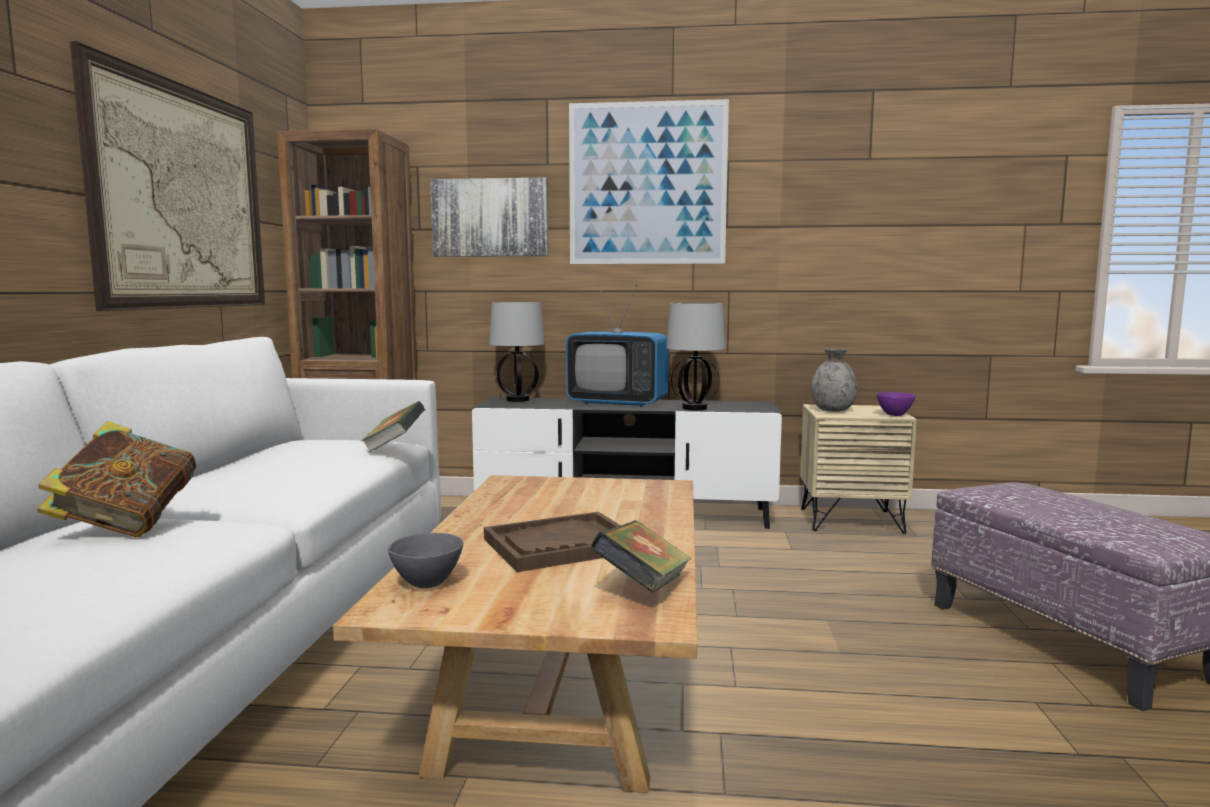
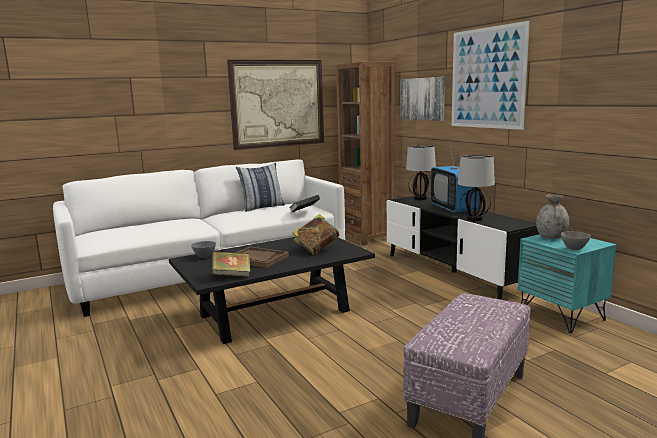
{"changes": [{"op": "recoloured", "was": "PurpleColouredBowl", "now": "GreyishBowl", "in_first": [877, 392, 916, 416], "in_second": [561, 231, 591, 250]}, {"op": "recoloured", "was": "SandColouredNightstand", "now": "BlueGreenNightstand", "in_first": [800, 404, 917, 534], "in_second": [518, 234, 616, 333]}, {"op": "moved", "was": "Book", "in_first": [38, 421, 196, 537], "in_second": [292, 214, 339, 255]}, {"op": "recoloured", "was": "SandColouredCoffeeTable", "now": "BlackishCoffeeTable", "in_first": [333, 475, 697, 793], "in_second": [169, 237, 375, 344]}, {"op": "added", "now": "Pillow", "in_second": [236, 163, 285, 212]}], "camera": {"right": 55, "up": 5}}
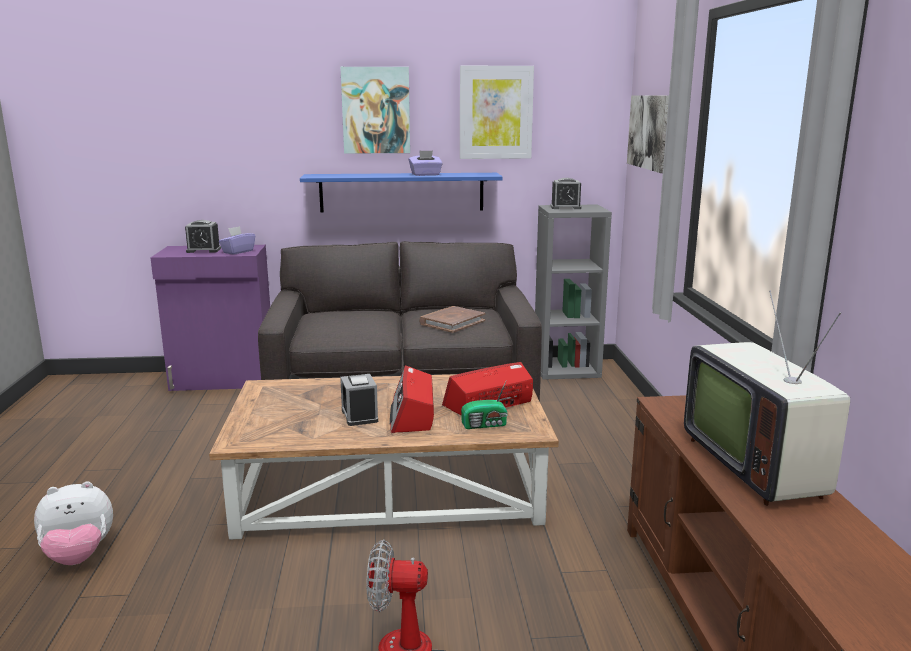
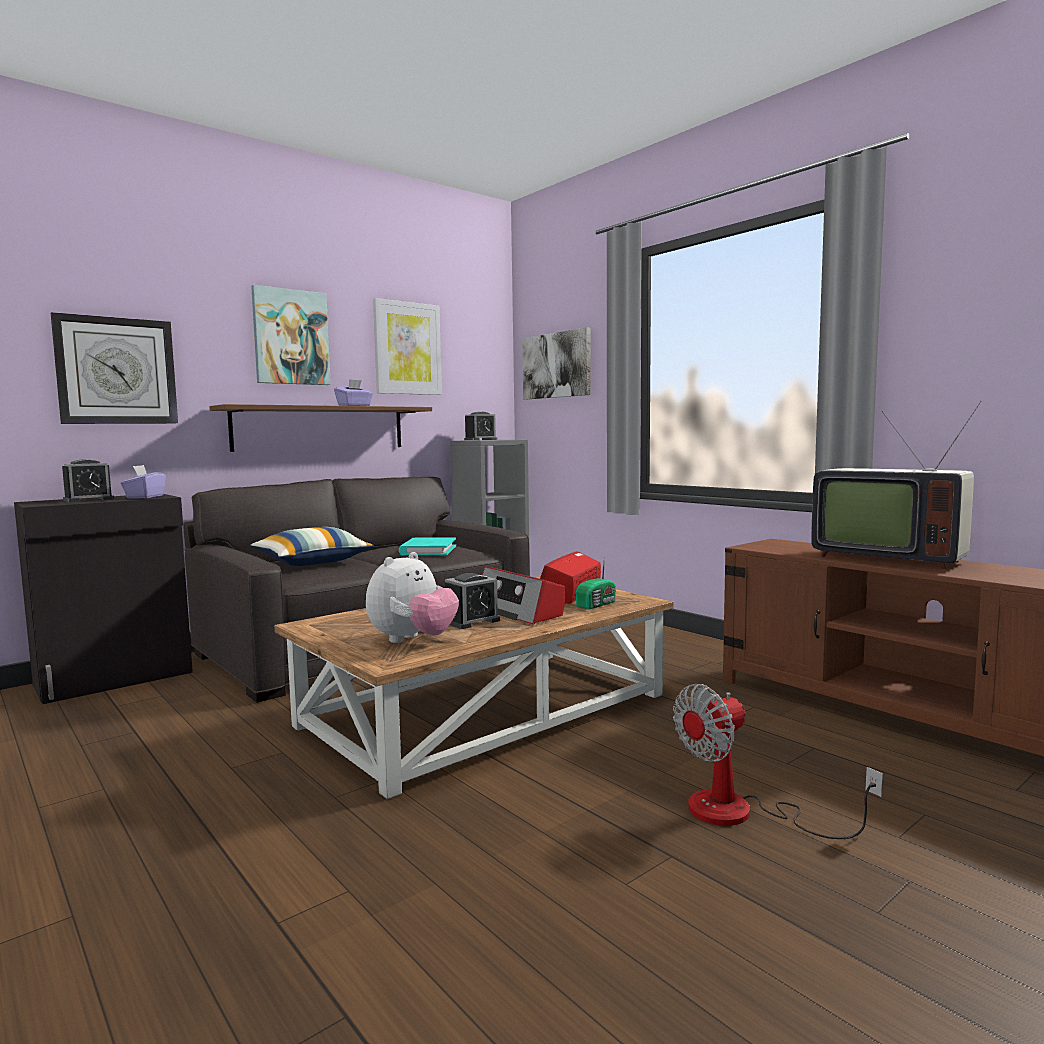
{"changes": [{"op": "recoloured", "was": "BlueBracketShelf", "now": "BrownBracketShelf", "in_first": [300, 173, 503, 213], "in_second": [209, 404, 432, 452]}, {"op": "recoloured", "was": "PurpleColouredStorageCabinet", "now": "BlackishStorageCabinet", "in_first": [151, 245, 270, 391], "in_second": [14, 494, 193, 704]}, {"op": "recoloured", "was": "BrownBook", "now": "BlueGreenBook", "in_first": [419, 306, 485, 333], "in_second": [399, 537, 456, 555]}, {"op": "turned", "was": "AlarmClock", "in_first": [340, 374, 378, 426], "in_second": [445, 573, 500, 629], "clockwise": -75}, {"op": "moved", "was": "SoftToy", "in_first": [34, 481, 113, 565], "in_second": [366, 552, 459, 643]}, {"op": "added", "now": "ClockOnTheWall", "in_second": [51, 312, 178, 424]}, {"op": "added", "now": "Pillow", "in_second": [250, 527, 374, 566]}], "camera": {"right": -35, "up": -10}}
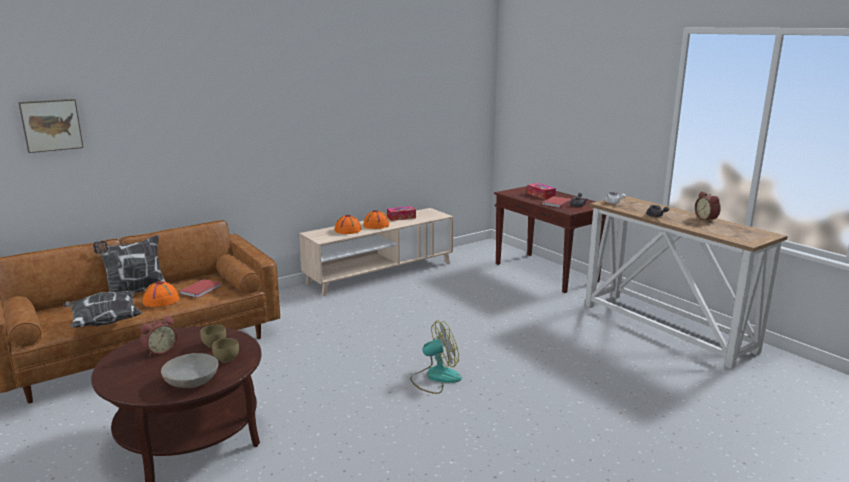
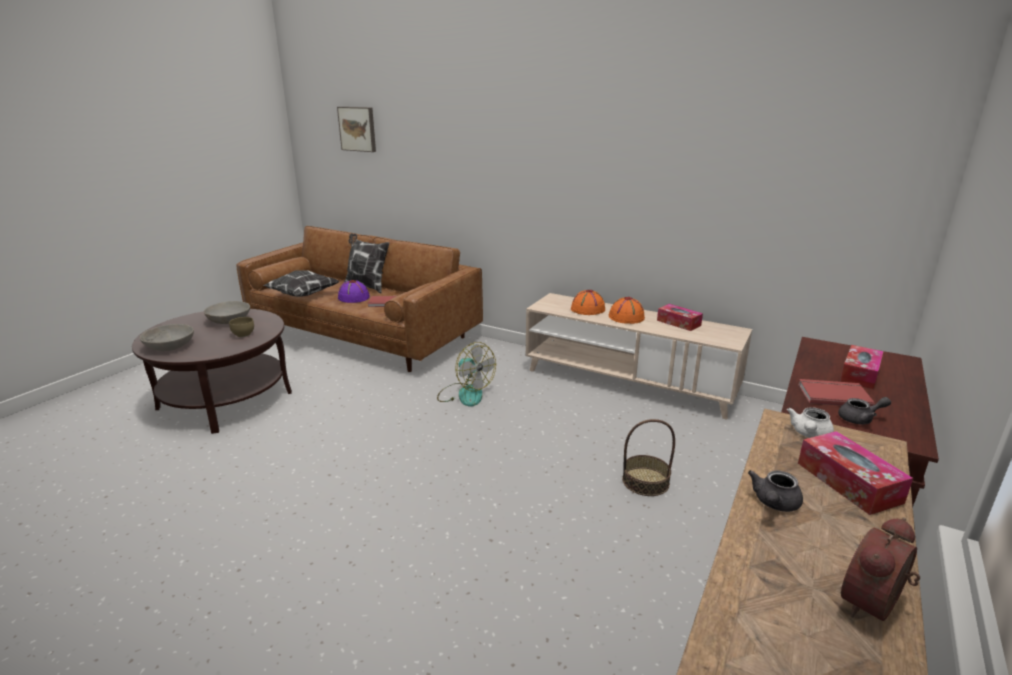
{"changes": [{"op": "recoloured", "was": "OrangeyClothingHat", "now": "PurpleColouredClothingHat", "in_first": [143, 281, 179, 307], "in_second": [338, 280, 370, 303]}, {"op": "replaced", "was": "AlarmClock", "now": "GreyishBowl", "in_first": [140, 316, 177, 356], "in_second": [204, 301, 250, 324]}, {"op": "moved", "was": "ElectricFan", "in_first": [410, 320, 462, 394], "in_second": [437, 342, 496, 407]}, {"op": "removed", "was": "BrownBowl", "in_first": [212, 338, 239, 362]}, {"op": "added", "now": "Basket", "in_second": [622, 419, 675, 496]}, {"op": "added", "now": "BoxOfTissues", "in_second": [798, 431, 913, 515]}], "camera": {"right": 65, "up": 5}}
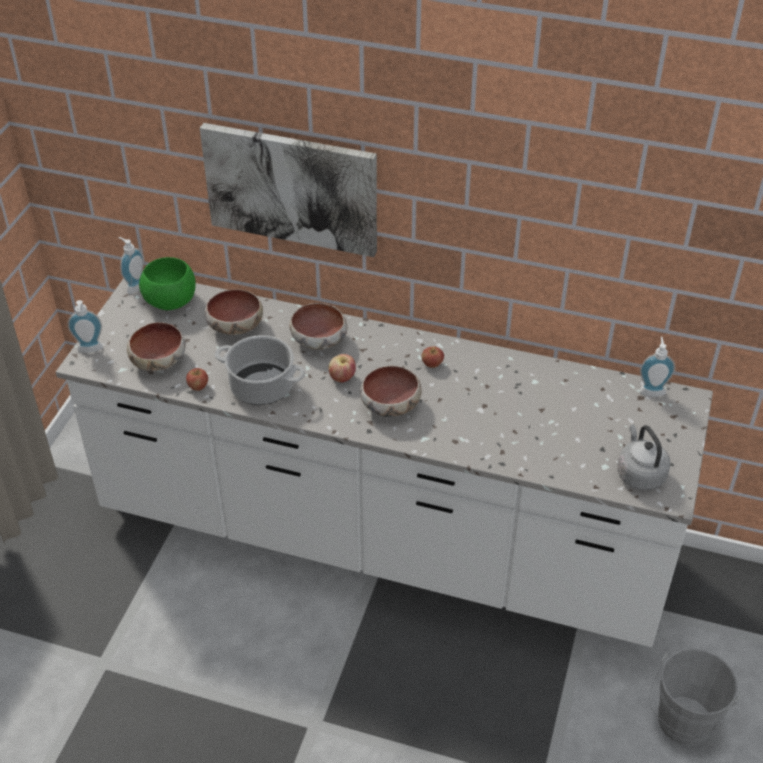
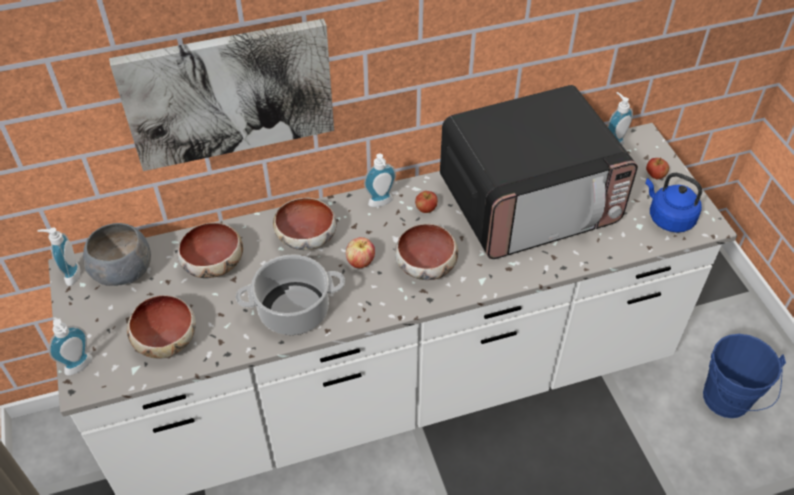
{"changes": [{"op": "recoloured", "was": "GreenColouredBowl", "now": "GreyishBowl", "in_first": [139, 257, 196, 310], "in_second": [83, 223, 151, 286]}, {"op": "moved", "was": "AppleFruit", "in_first": [186, 368, 208, 391], "in_second": [646, 158, 669, 179]}, {"op": "recoloured", "was": "GreyishWaterKettle", "now": "BlueWaterKettle", "in_first": [617, 424, 670, 490], "in_second": [645, 173, 702, 233]}, {"op": "recoloured", "was": "GreyishPail", "now": "BluePail", "in_first": [649, 648, 741, 746], "in_second": [703, 334, 786, 418]}, {"op": "added", "now": "Microwave", "in_second": [440, 85, 638, 259]}, {"op": "added", "now": "SoapDispenser", "in_second": [364, 153, 396, 207]}], "camera": {"right": -35, "up": 5}}
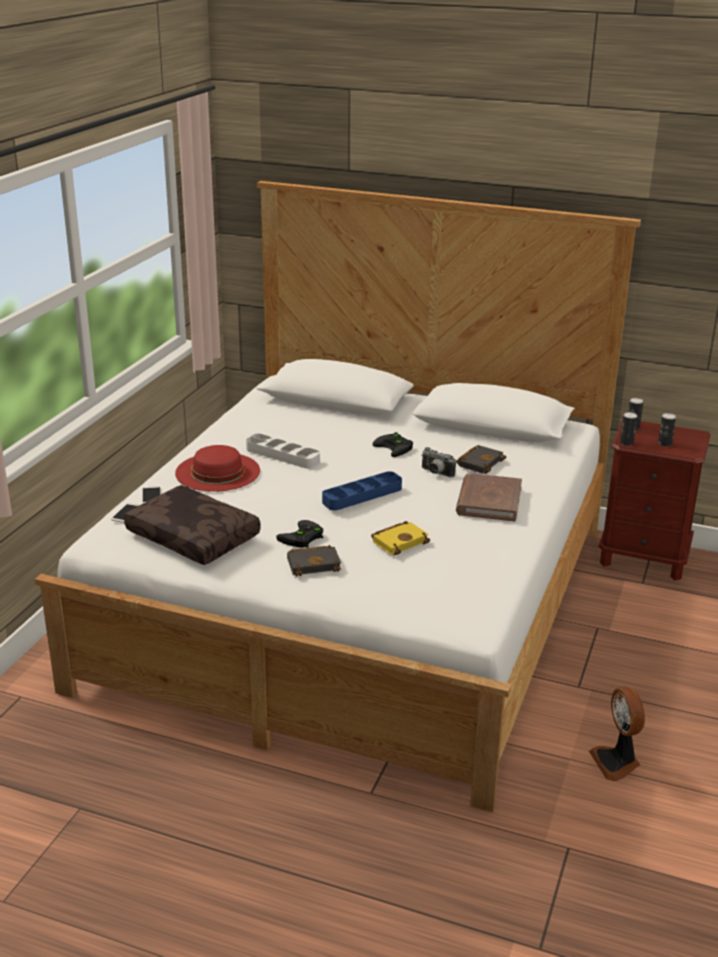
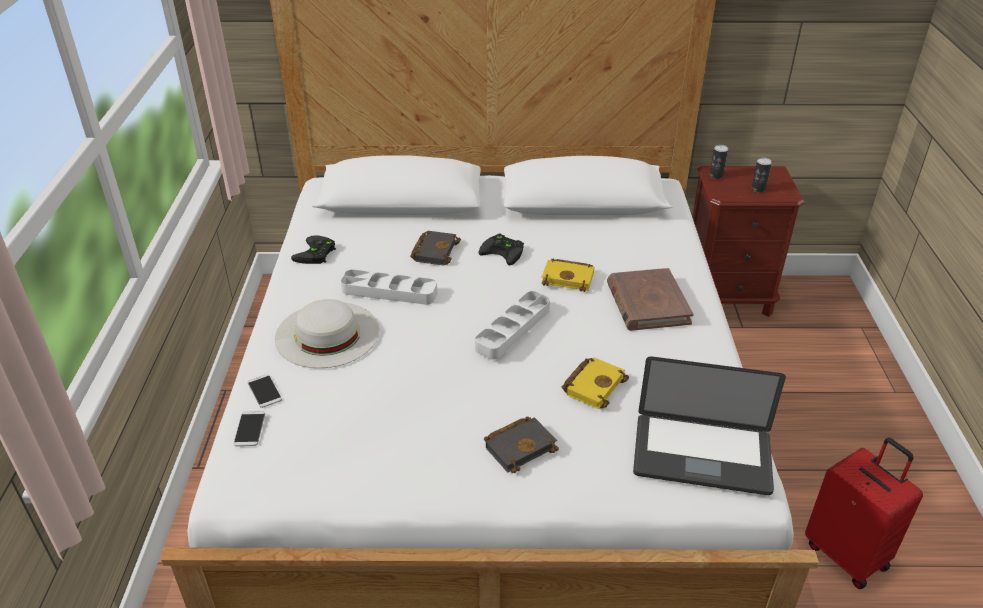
{"changes": [{"op": "removed", "was": "Can", "in_first": [620, 412, 637, 446]}, {"op": "recoloured", "was": "RedClothingHat", "now": "WhitishClothingHat", "in_first": [175, 445, 260, 492], "in_second": [275, 299, 379, 368]}, {"op": "moved", "was": "BlackishBook", "in_first": [456, 445, 506, 474], "in_second": [410, 231, 461, 266]}, {"op": "replaced", "was": "StillCamera", "now": "YellowBook", "in_first": [421, 447, 456, 477], "in_second": [541, 258, 594, 292]}, {"op": "recoloured", "was": "BlueServingTray", "now": "WhitishServingTray", "in_first": [322, 471, 402, 510], "in_second": [475, 291, 550, 359]}, {"op": "removed", "was": "BrownPillow", "in_first": [124, 485, 261, 565]}, {"op": "moved", "was": "BlackishGamepad", "in_first": [276, 520, 323, 548], "in_second": [291, 235, 336, 264]}, {"op": "replaced", "was": "ElectricFan", "now": "RedPieceOfLuggage", "in_first": [589, 687, 645, 781], "in_second": [805, 438, 923, 589]}, {"op": "added", "now": "Laptop", "in_second": [633, 356, 786, 495]}], "camera": {"right": -20, "up": 10}}
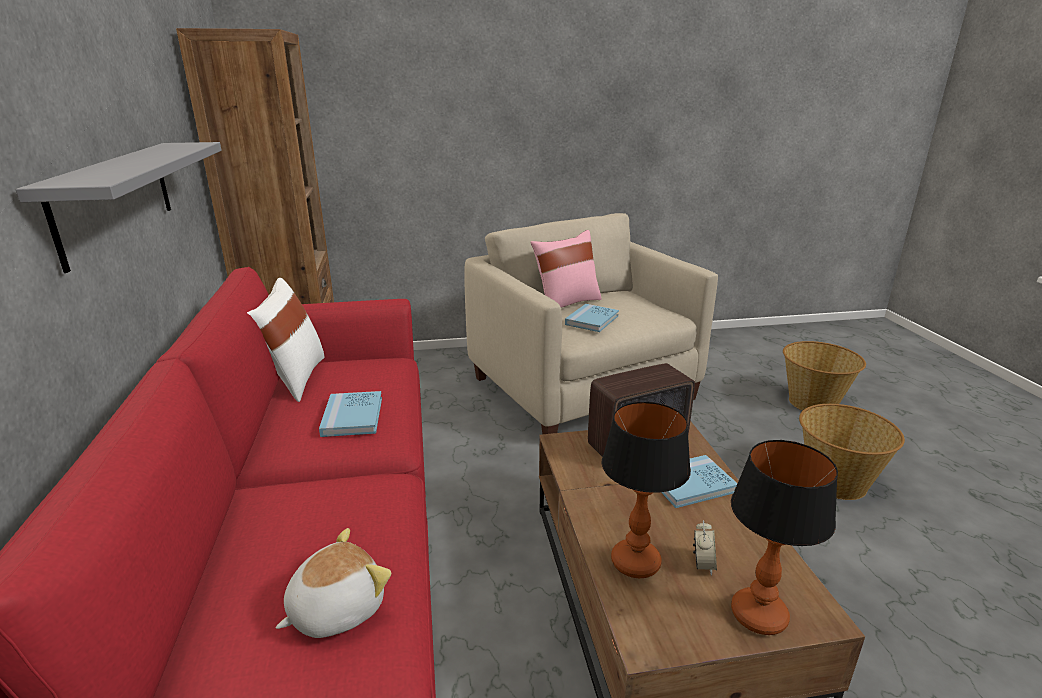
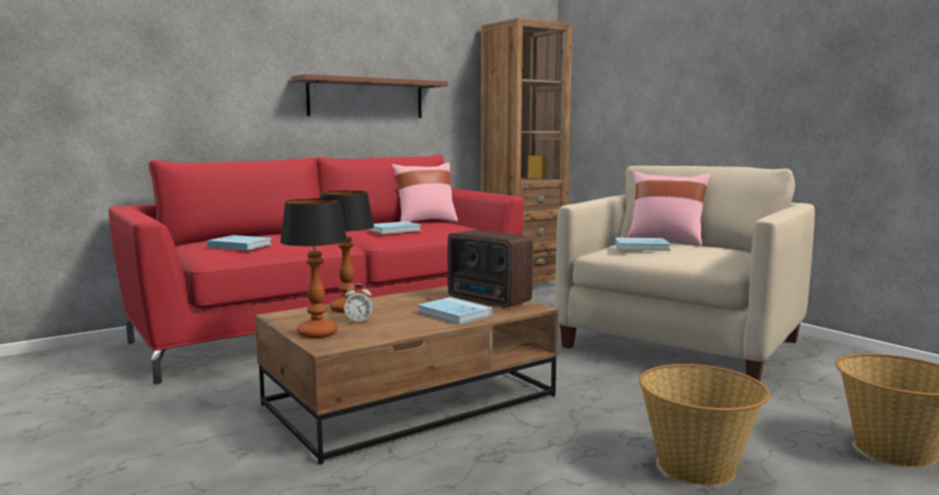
{"changes": [{"op": "recoloured", "was": "GreyishBracketShelf", "now": "BrownBracketShelf", "in_first": [16, 142, 222, 273], "in_second": [291, 74, 448, 118]}, {"op": "recoloured", "was": "WhitishPillow", "now": "PinkPillow", "in_first": [247, 278, 325, 402], "in_second": [392, 162, 458, 222]}, {"op": "replaced", "was": "SoftToy", "now": "BlueBook", "in_first": [276, 528, 391, 638], "in_second": [207, 235, 273, 250]}], "camera": {"right": 65, "up": -15}}
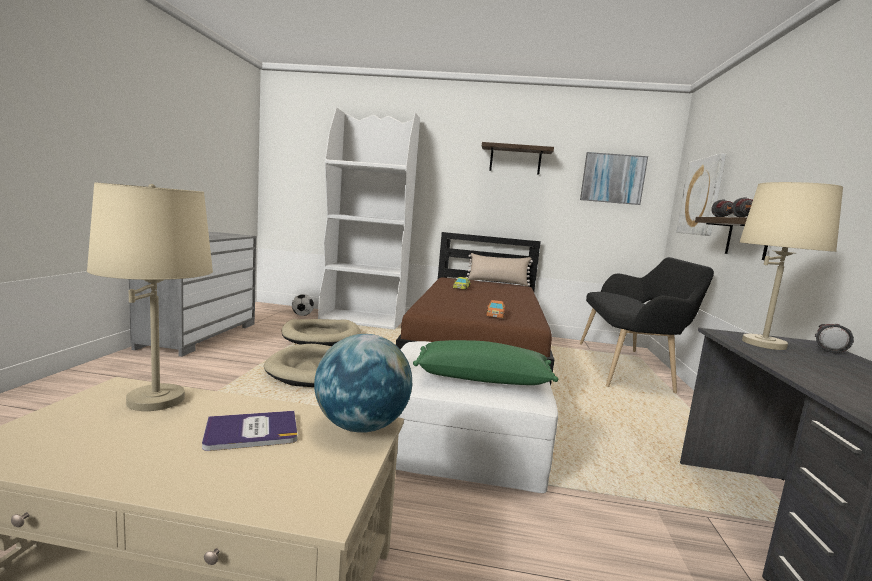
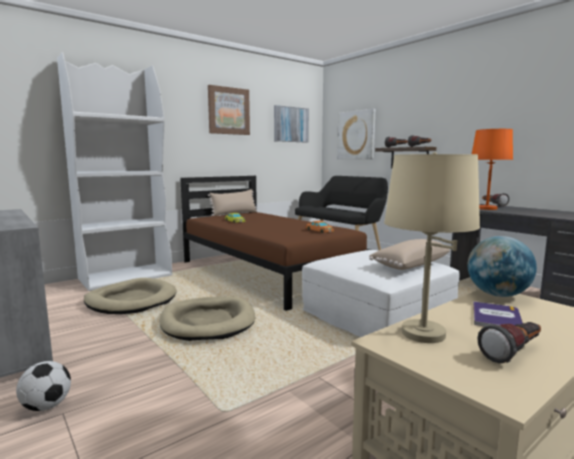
{"changes": [{"op": "replaced", "was": "BracketShelf", "now": "WallArt", "in_first": [482, 142, 554, 175], "in_second": [208, 85, 250, 135]}, {"op": "recoloured", "was": "SandColouredTabletopLamp", "now": "OrangeyTabletopLamp", "in_first": [740, 182, 843, 350], "in_second": [472, 129, 513, 210]}, {"op": "moved", "was": "BallForFootball", "in_first": [292, 294, 314, 316], "in_second": [16, 361, 71, 411]}, {"op": "recoloured", "was": "GreenColouredPillow", "now": "SandColouredPillow", "in_first": [413, 340, 558, 385], "in_second": [369, 239, 450, 270]}, {"op": "added", "now": "HandTorch", "in_second": [477, 322, 541, 363]}], "camera": {"right": -45, "up": 0}}
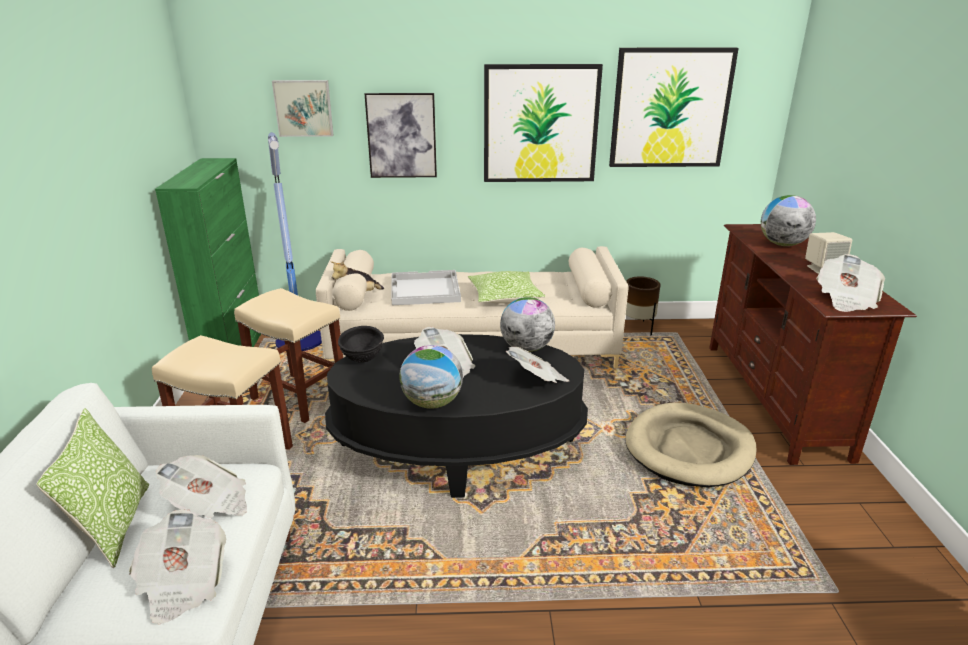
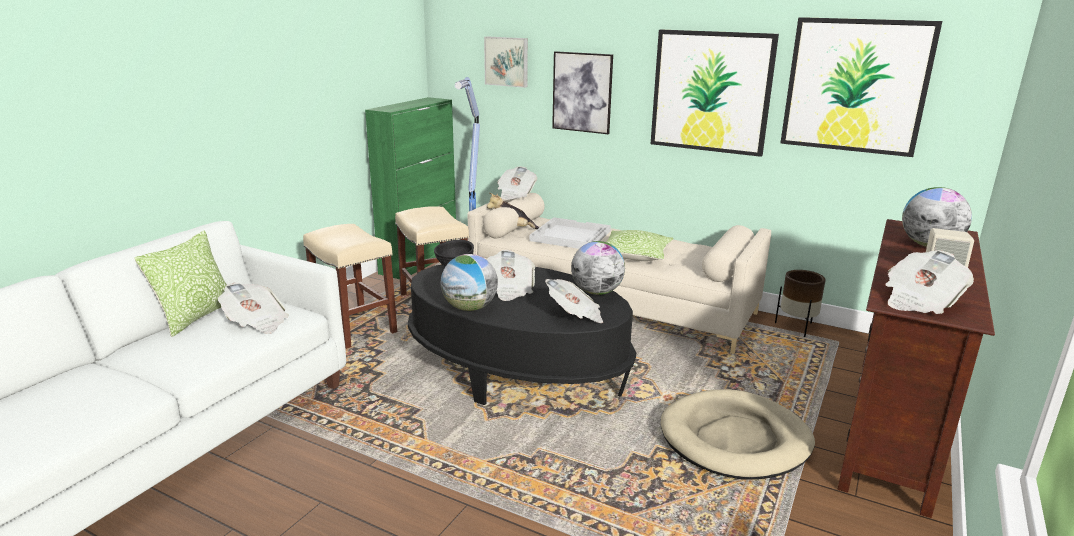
{"changes": [{"op": "moved", "was": "PrintedPaper", "in_first": [129, 509, 226, 625], "in_second": [497, 166, 537, 200]}], "camera": {"right": 30, "up": -5}}
